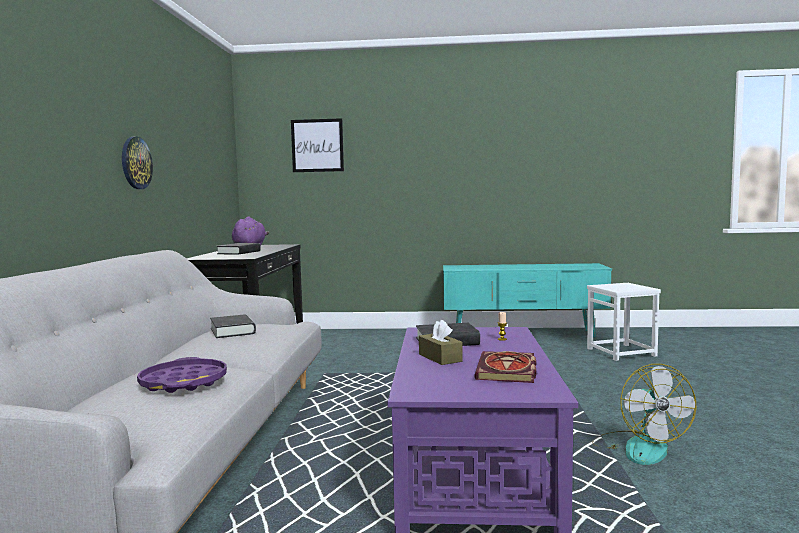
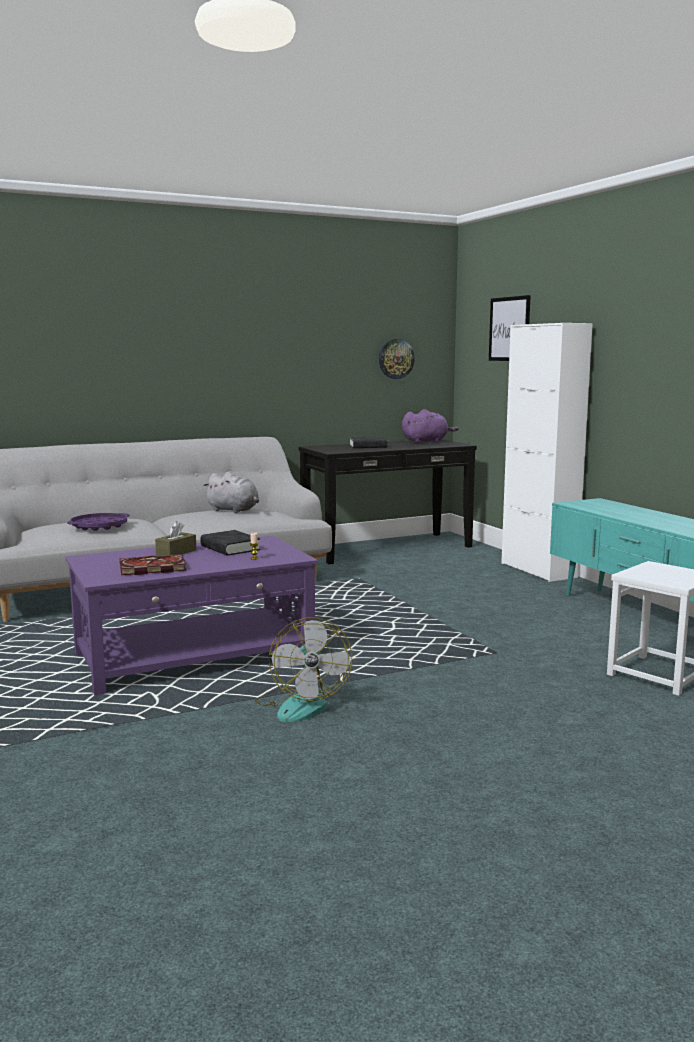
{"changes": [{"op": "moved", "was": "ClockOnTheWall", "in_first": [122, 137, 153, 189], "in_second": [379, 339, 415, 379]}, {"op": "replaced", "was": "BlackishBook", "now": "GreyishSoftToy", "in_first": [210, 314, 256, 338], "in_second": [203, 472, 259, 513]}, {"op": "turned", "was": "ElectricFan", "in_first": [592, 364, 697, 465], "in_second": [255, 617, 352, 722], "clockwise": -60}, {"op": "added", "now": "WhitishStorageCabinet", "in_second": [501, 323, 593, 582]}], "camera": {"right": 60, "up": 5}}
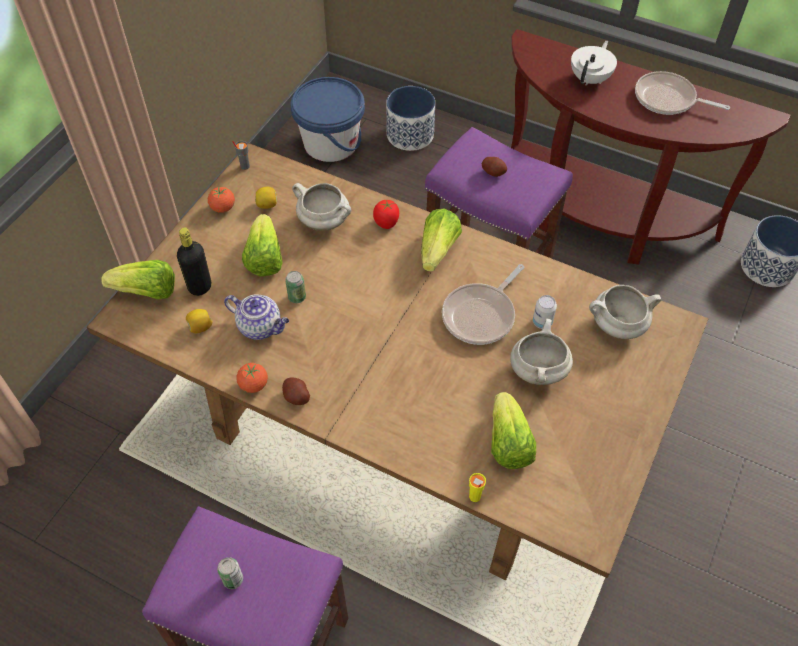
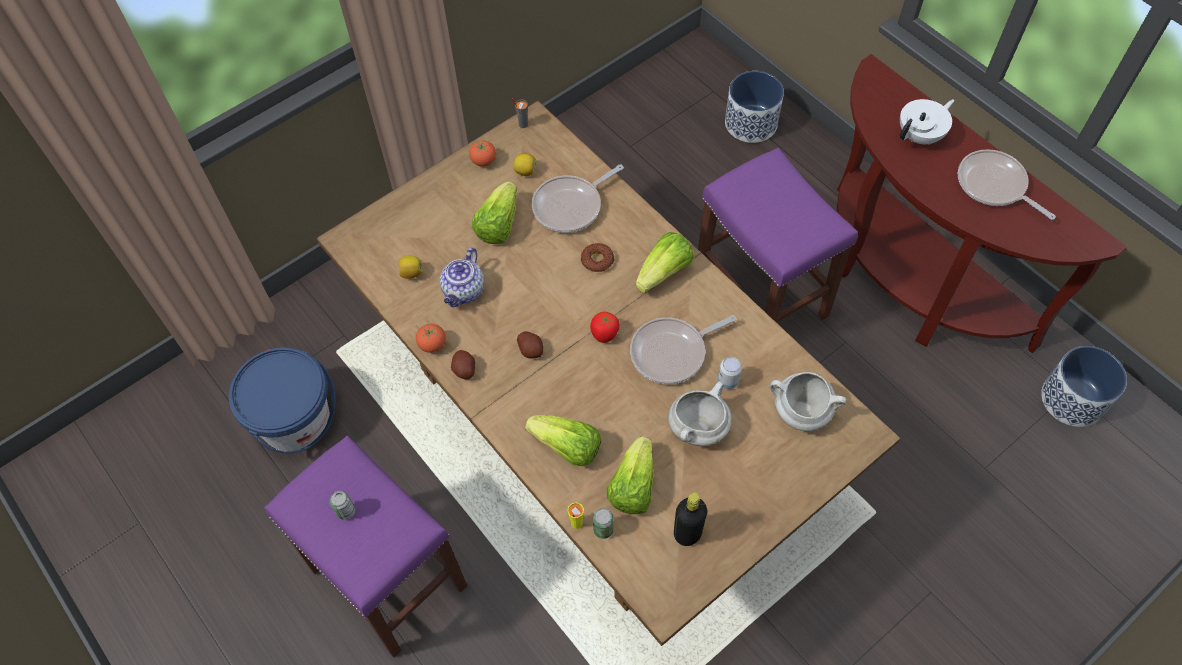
{"changes": [{"op": "moved", "was": "BluePail", "in_first": [290, 77, 365, 162], "in_second": [229, 347, 335, 453]}, {"op": "moved", "was": "Spud", "in_first": [482, 157, 507, 177], "in_second": [517, 331, 543, 358]}, {"op": "replaced", "was": "WhitishSaucepot", "now": "Pan", "in_first": [292, 183, 351, 231], "in_second": [532, 164, 624, 233]}, {"op": "moved", "was": "FreshTomato", "in_first": [373, 200, 399, 229], "in_second": [590, 312, 620, 343]}, {"op": "moved", "was": "BlackishDrinkBottle", "in_first": [177, 227, 211, 296], "in_second": [674, 492, 707, 546]}, {"op": "moved", "was": "LettuceHead", "in_first": [102, 260, 175, 299], "in_second": [525, 415, 601, 466]}, {"op": "moved", "was": "Can", "in_first": [285, 271, 306, 303], "in_second": [593, 508, 614, 539]}, {"op": "turned", "was": "Teapot", "in_first": [224, 294, 289, 340], "in_second": [440, 247, 484, 307], "clockwise": 60}, {"op": "added", "now": "Donut", "in_second": [581, 243, 615, 272]}], "camera": {"right": 25, "up": 5}}
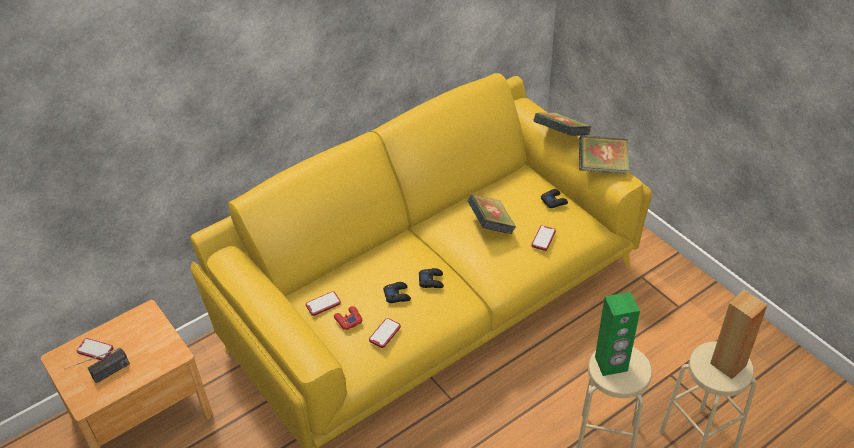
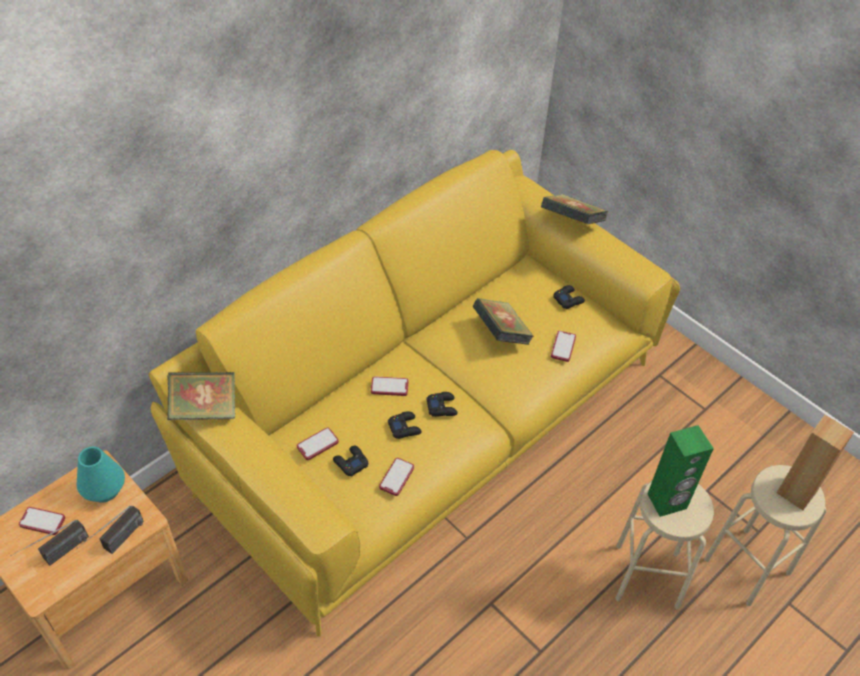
{"changes": [{"op": "moved", "was": "Book", "in_first": [579, 135, 630, 174], "in_second": [167, 372, 235, 420]}, {"op": "recoloured", "was": "RedGamepad", "now": "BlackishGamepad", "in_first": [334, 306, 362, 330], "in_second": [333, 446, 368, 476]}, {"op": "added", "now": "Phone", "in_second": [371, 377, 408, 396]}, {"op": "added", "now": "BlueGreenDecorativeVase", "in_second": [77, 447, 125, 503]}, {"op": "added", "now": "RadioReceiver", "in_second": [79, 505, 143, 554]}], "camera": {"right": -10, "up": 5}}
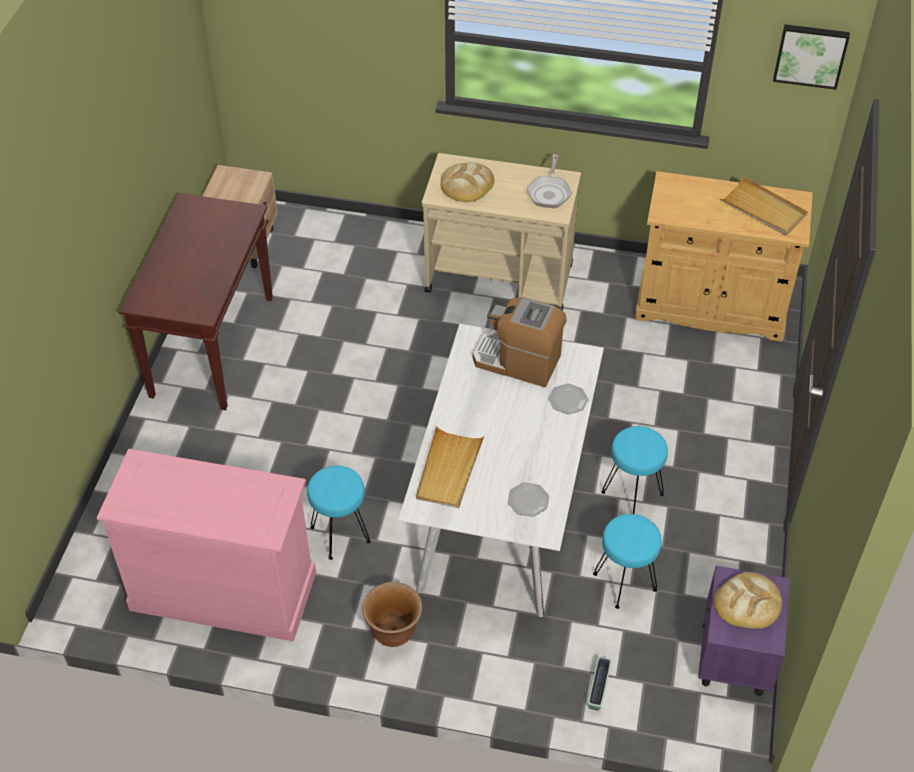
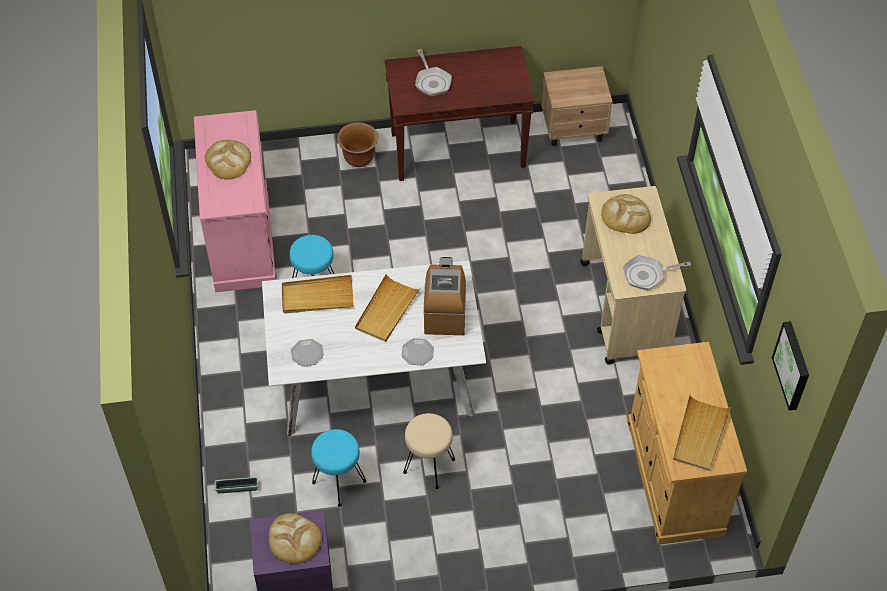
{"changes": [{"op": "recoloured", "was": "BlueGreenStool", "now": "SandColouredStool", "in_first": [601, 426, 668, 514], "in_second": [403, 413, 455, 489]}, {"op": "moved", "was": "BrownPlanter", "in_first": [362, 582, 423, 647], "in_second": [337, 122, 378, 167]}, {"op": "added", "now": "Pan", "in_second": [415, 49, 452, 97]}, {"op": "added", "now": "BakedBread", "in_second": [205, 140, 251, 180]}, {"op": "added", "now": "SandColouredServingTray", "in_second": [355, 274, 421, 342]}], "camera": {"right": 70, "up": 5}}
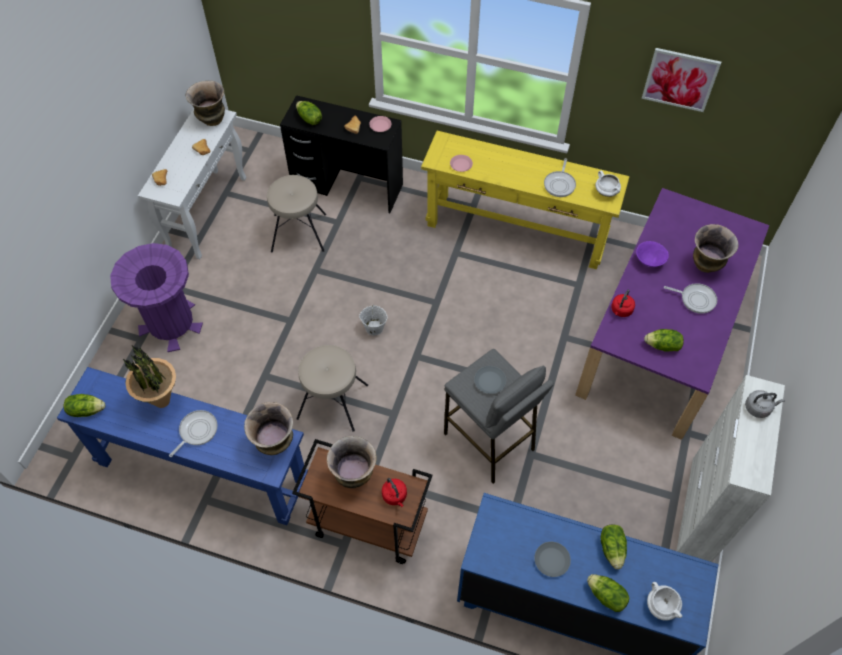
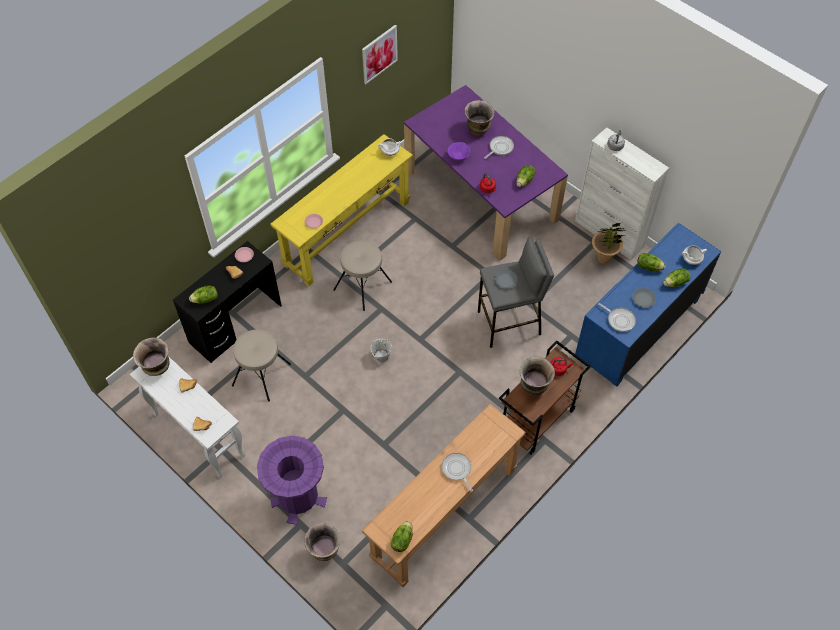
{"changes": [{"op": "moved", "was": "Pan", "in_first": [544, 158, 576, 197], "in_second": [598, 303, 636, 332]}, {"op": "moved", "was": "SandColouredStool", "in_first": [297, 345, 368, 432], "in_second": [333, 240, 392, 311]}, {"op": "moved", "was": "PlantInAPot", "in_first": [122, 346, 176, 408], "in_second": [592, 223, 626, 264]}, {"op": "recoloured", "was": "BlueNarrowTable", "now": "BrownNarrowTable", "in_first": [57, 367, 308, 525], "in_second": [362, 404, 526, 587]}, {"op": "moved", "was": "DecorativeVase", "in_first": [244, 402, 293, 455], "in_second": [304, 523, 340, 561]}], "camera": {"right": -65, "up": 0}}
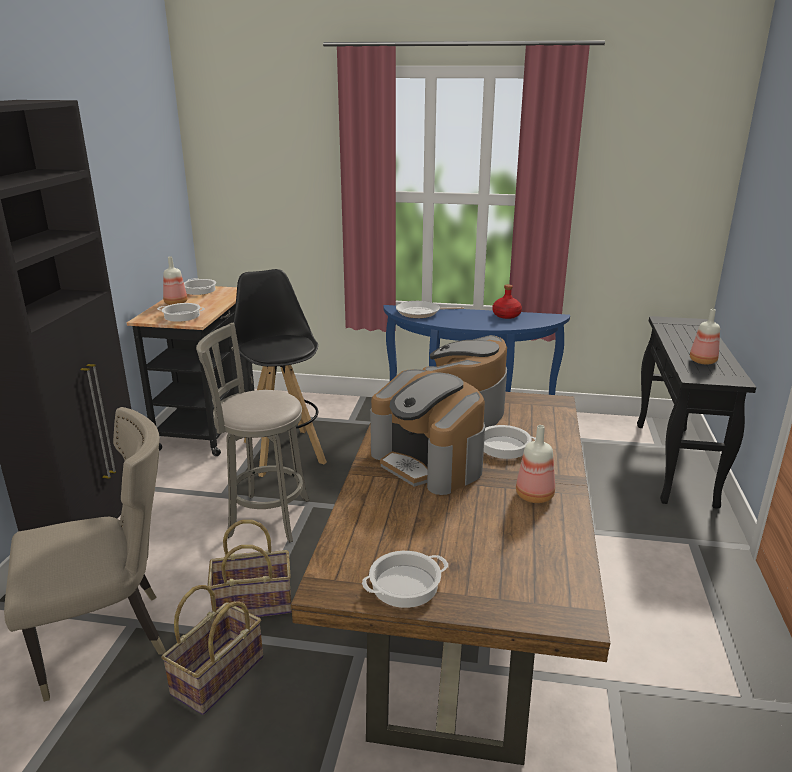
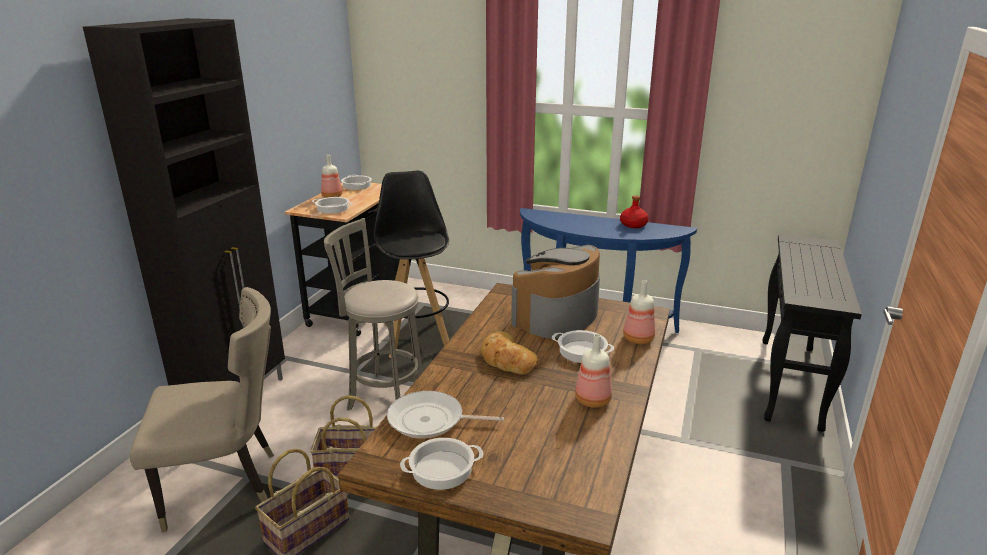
{"changes": [{"op": "moved", "was": "Pan", "in_first": [396, 301, 464, 318], "in_second": [387, 391, 504, 438]}, {"op": "moved", "was": "DrinkBottle", "in_first": [690, 309, 720, 364], "in_second": [623, 280, 655, 344]}, {"op": "replaced", "was": "CoffeeMachine", "now": "BakedBread", "in_first": [370, 369, 485, 495], "in_second": [481, 331, 538, 375]}], "camera": {"right": 10, "up": 0}}
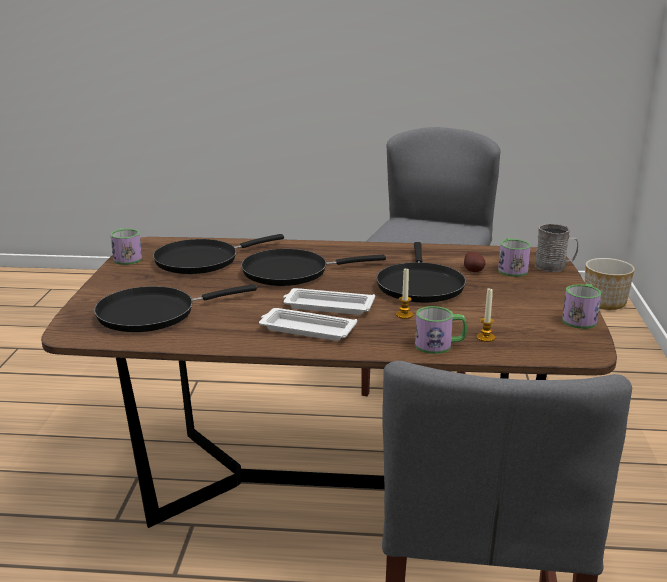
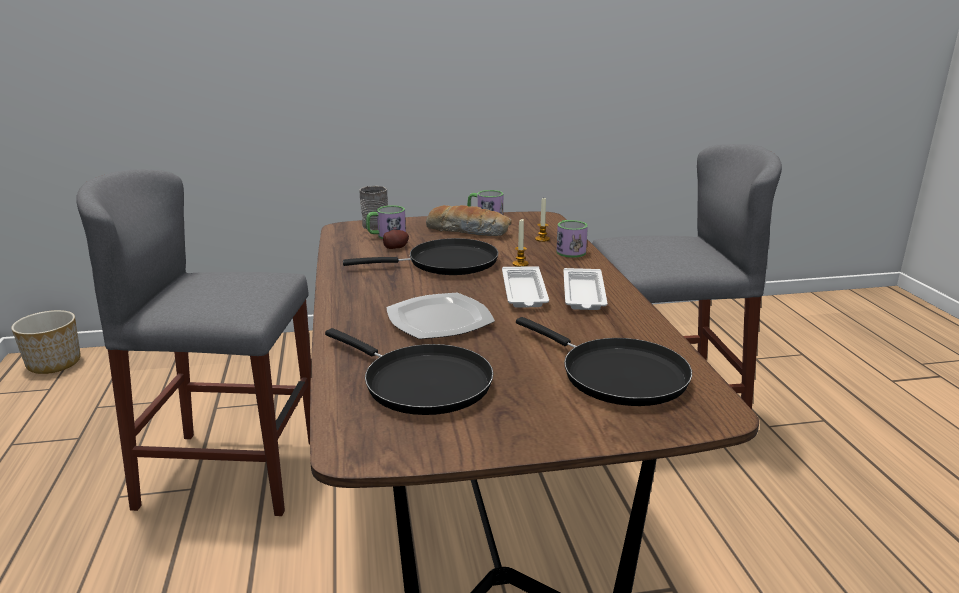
{"changes": [{"op": "removed", "was": "Mug", "in_first": [110, 228, 142, 265]}, {"op": "replaced", "was": "BlackishPan", "now": "Plate", "in_first": [241, 249, 386, 286], "in_second": [386, 293, 495, 339]}, {"op": "added", "now": "BakedBread", "in_second": [426, 205, 512, 236]}], "camera": {"right": -105, "up": 0}}
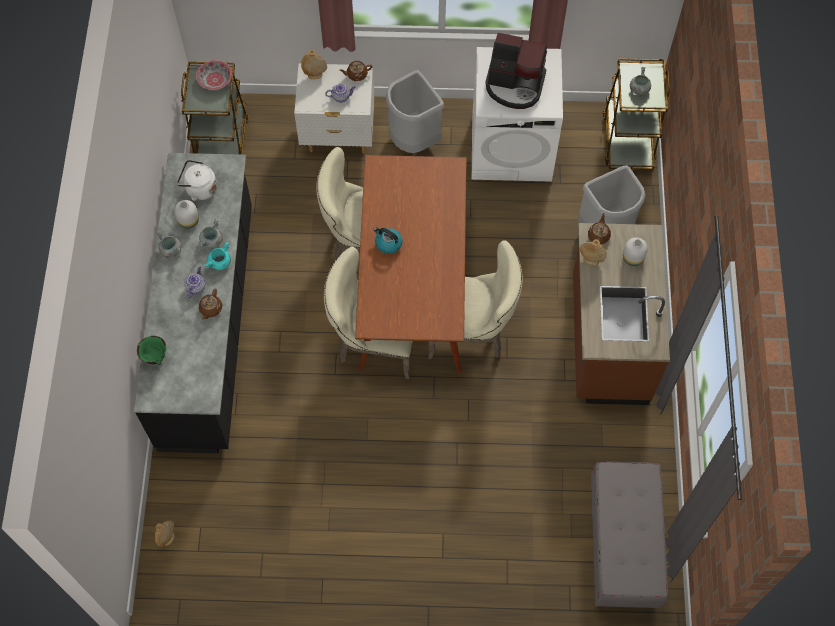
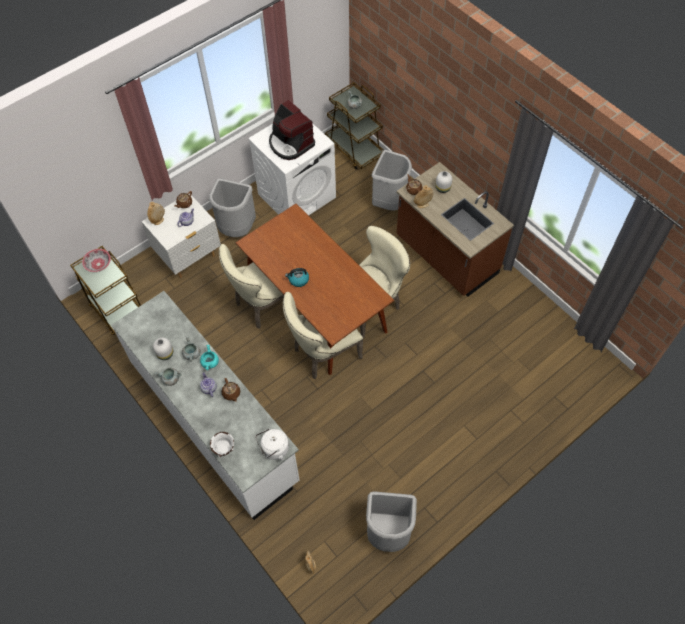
{"changes": [{"op": "turned", "was": "CoffeeMachine", "in_first": [485, 33, 547, 109], "in_second": [269, 100, 315, 160], "clockwise": 75}, {"op": "recoloured", "was": "BlackishCounter", "now": "WhitishCounter", "in_first": [134, 153, 252, 454], "in_second": [111, 291, 300, 520]}, {"op": "moved", "was": "WhitishWaterKettle", "in_first": [177, 160, 217, 201], "in_second": [255, 429, 289, 461]}, {"op": "recoloured", "was": "GreenColouredBowl", "now": "WhitishBowl", "in_first": [137, 336, 167, 365], "in_second": [210, 432, 234, 457]}, {"op": "removed", "was": "GreyishBench", "in_first": [591, 462, 668, 610]}, {"op": "added", "now": "GreyishTrashCan", "in_second": [366, 492, 417, 552]}], "camera": {"right": -40, "up": -5}}
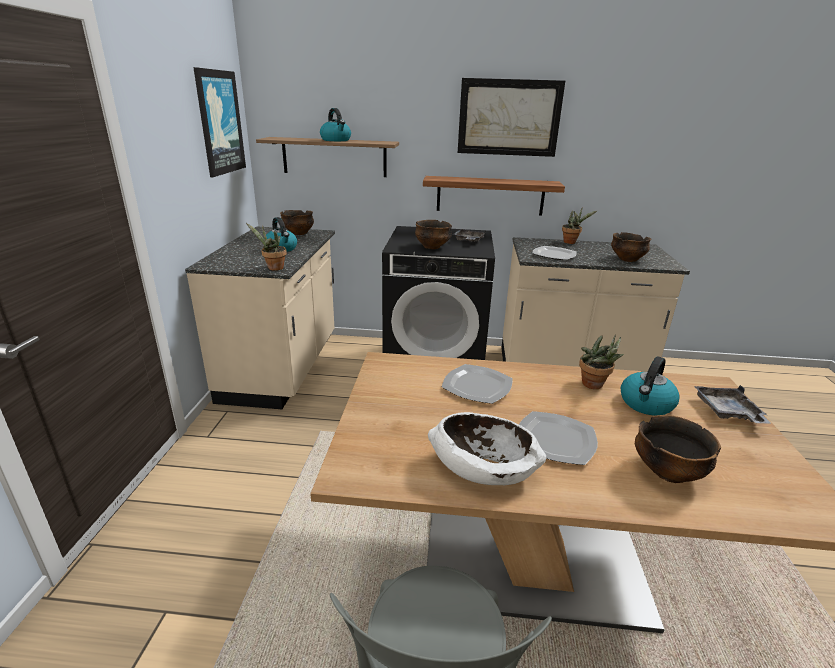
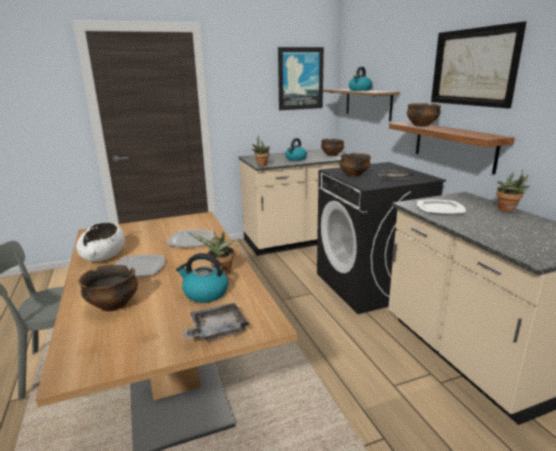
{"changes": [{"op": "moved", "was": "Bowl", "in_first": [611, 232, 651, 262], "in_second": [407, 103, 441, 127]}], "camera": {"right": 65, "up": -5}}
